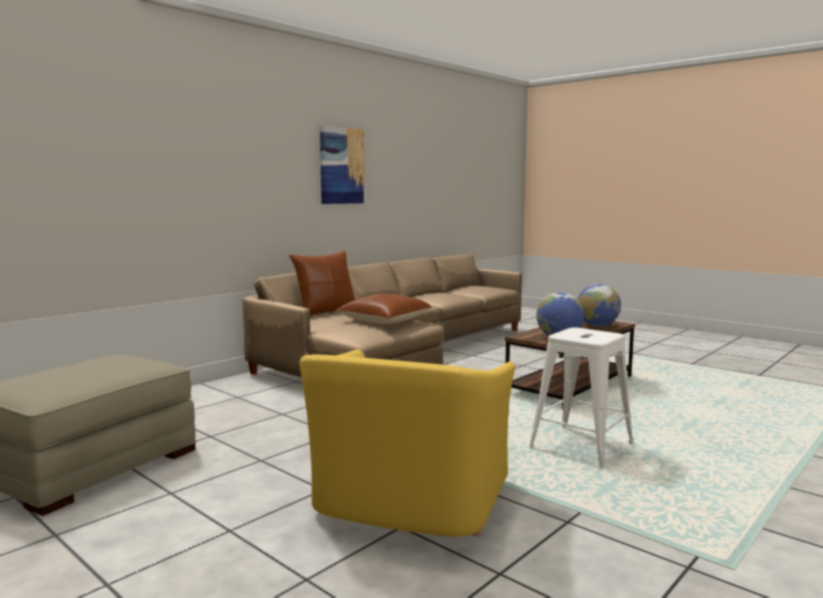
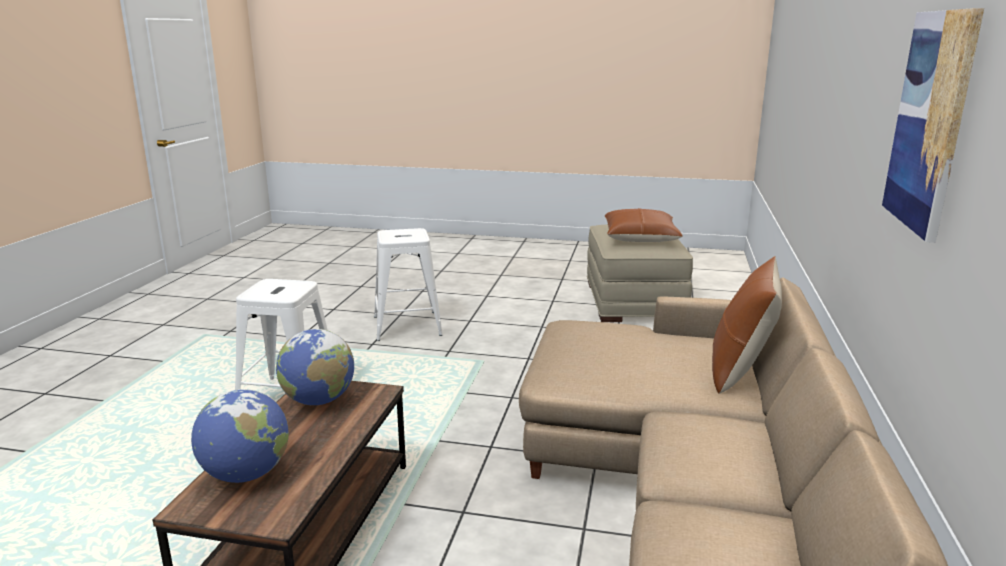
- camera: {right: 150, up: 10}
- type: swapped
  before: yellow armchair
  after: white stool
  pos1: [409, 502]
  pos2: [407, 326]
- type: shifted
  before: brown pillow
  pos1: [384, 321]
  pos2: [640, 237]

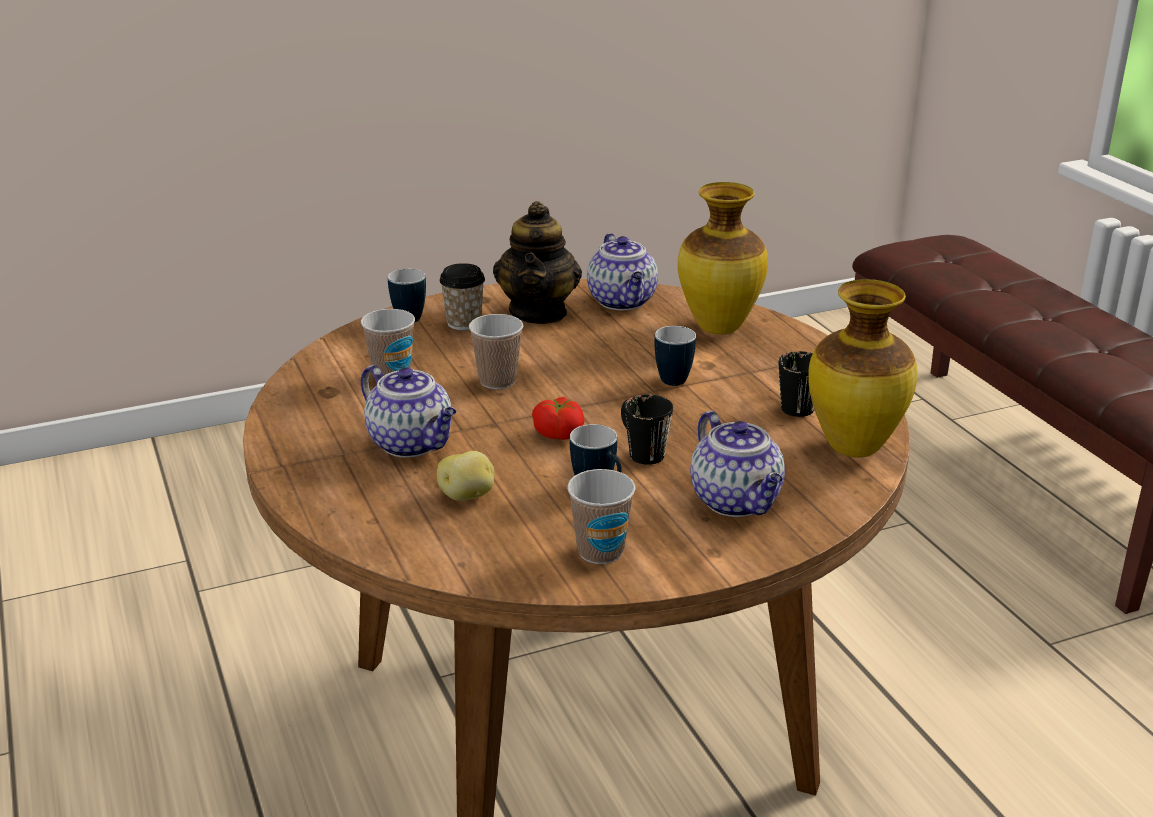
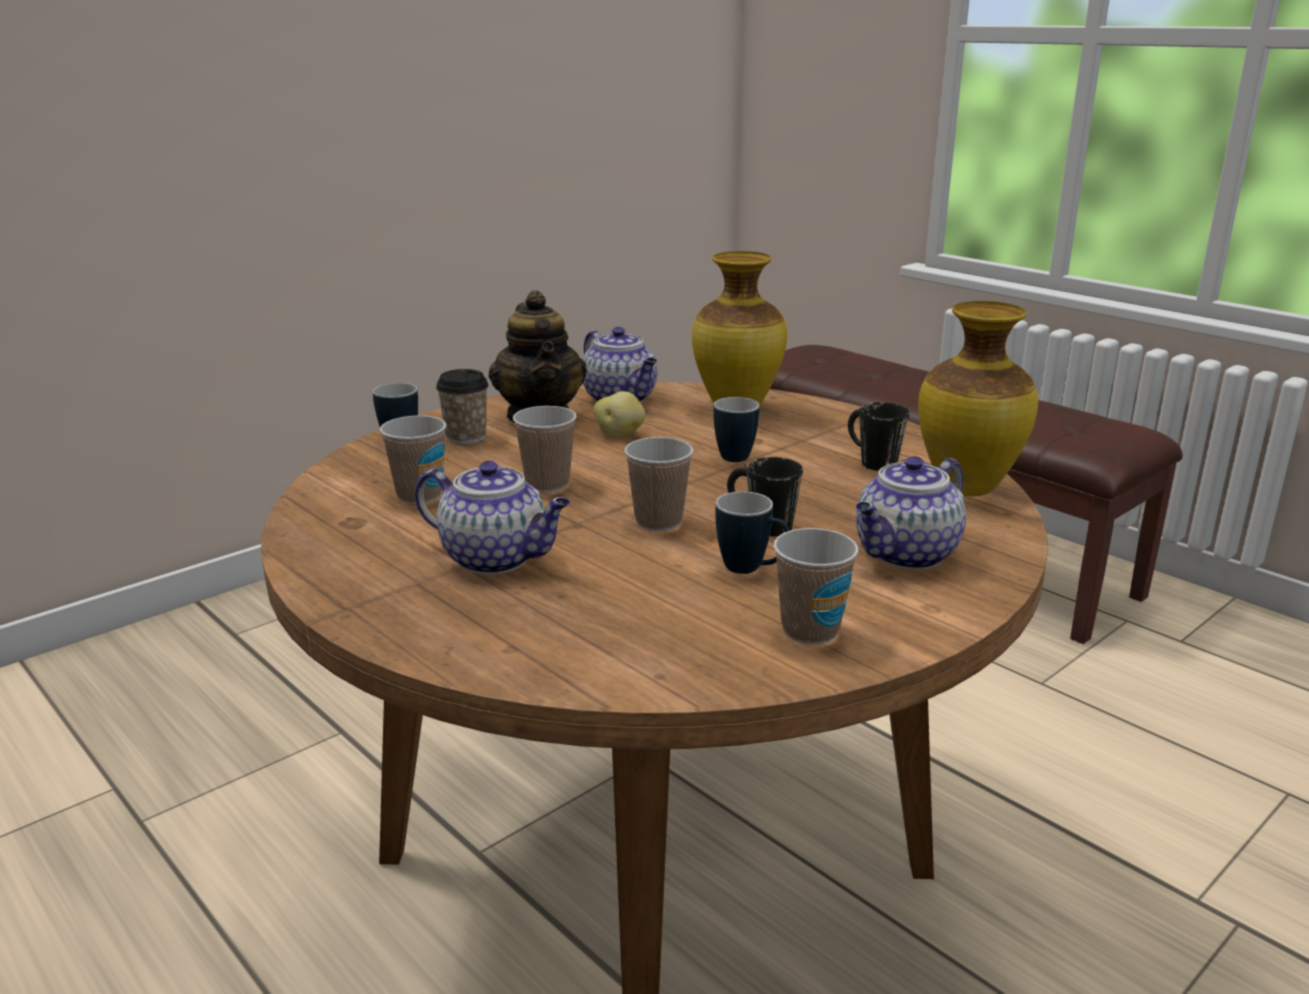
- camera: {right: -20, up: -5}
- type: shifted
  before: potato
  pos1: [468, 496]
  pos2: [620, 434]
- type: swapped
  before: tomato
  after: cup
  pos1: [560, 433]
  pos2: [658, 521]
- type: rotated
  before: teapot
  pos1: [737, 502]
  pos2: [906, 555]
  turn: 90

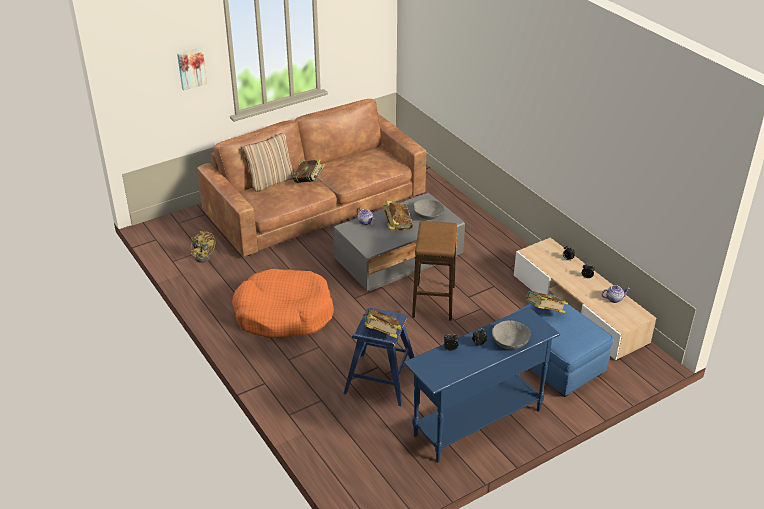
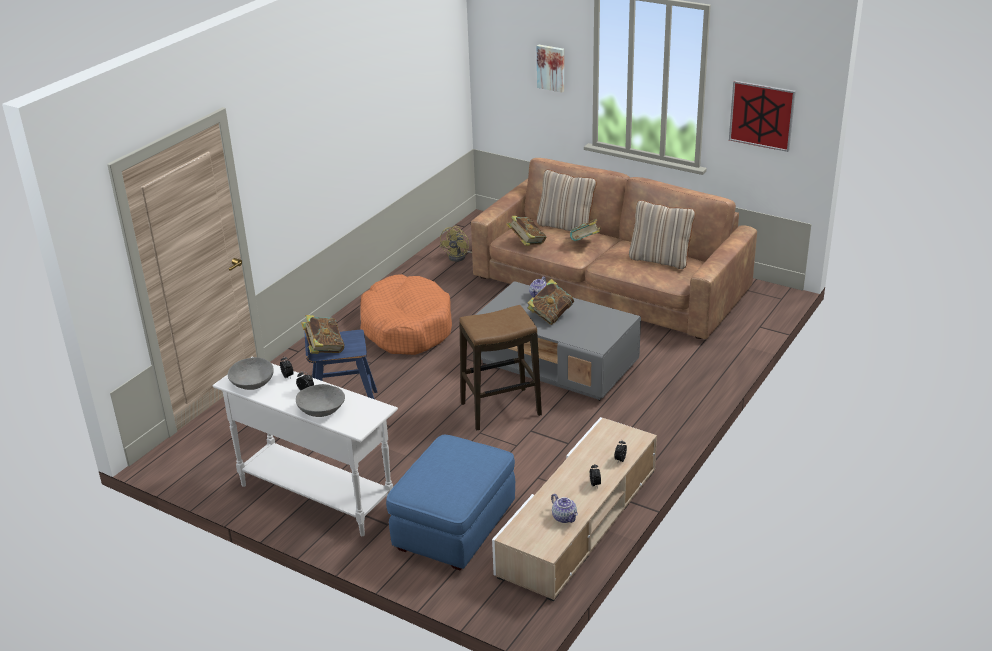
- camera: {right: 65, up: -5}
- type: repainted
  before: blue console table
  after: white console table
  pos1: [477, 422]
  pos2: [316, 495]
- type: shifted
  before: grey bowl
  pos1: [428, 215]
  pos2: [252, 383]
- type: shifted
  before: book
  pos1: [544, 312]
  pos2: [526, 243]
- type: new
  after: beige pillow
  pos2: [660, 259]
- type: new
  after: picture
  pos2: [761, 115]

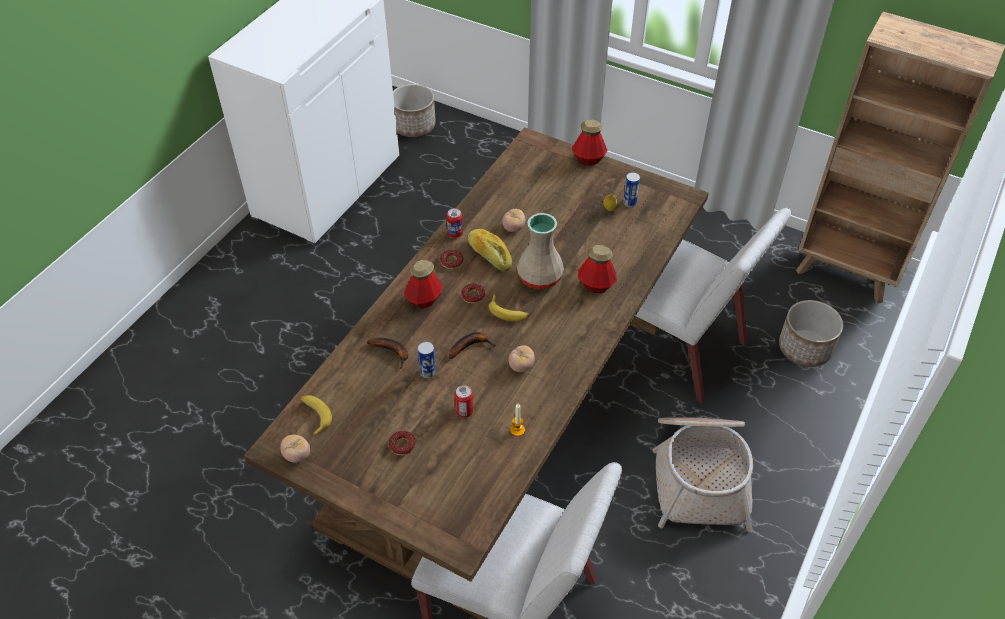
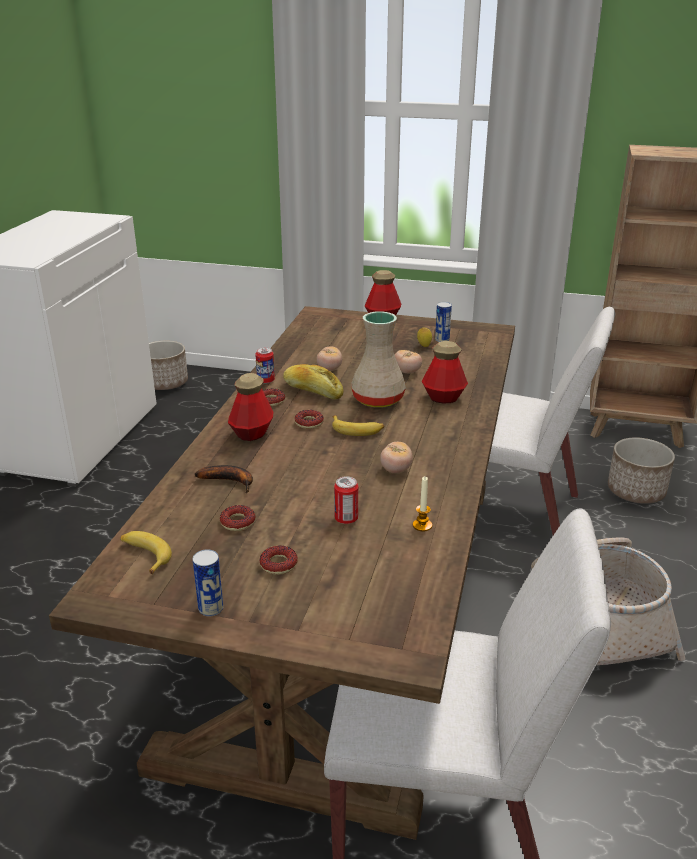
- camera: {right: -15, up: -20}
- type: shifted
  before: tomato
  pos1: [297, 455]
  pos2: [407, 372]
- type: shifted
  before: can
  pos1: [428, 373]
  pos2: [211, 608]
- type: gone
  before: banana
  pos1: [470, 346]
- type: new
  after: donut
  pos2: [237, 522]

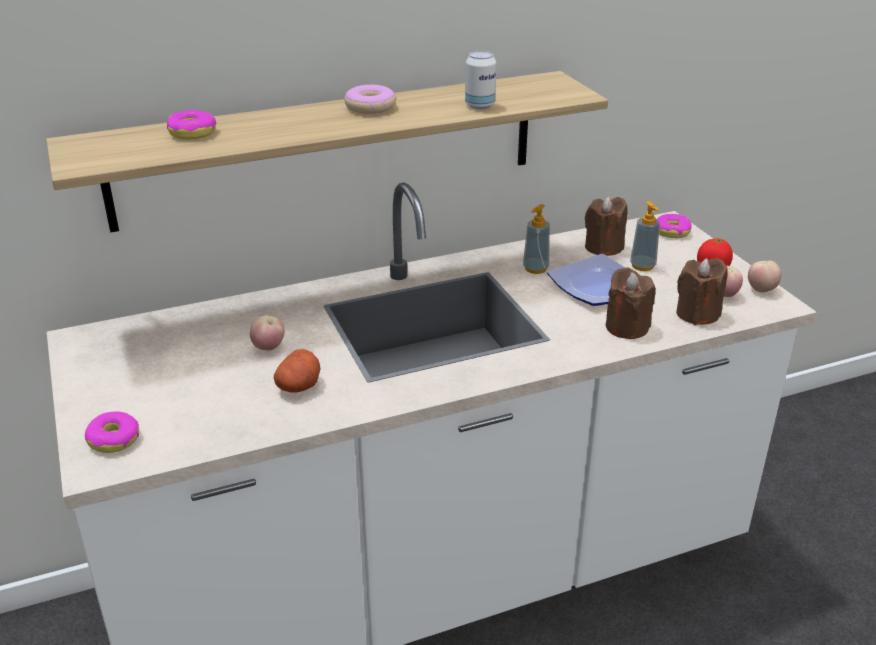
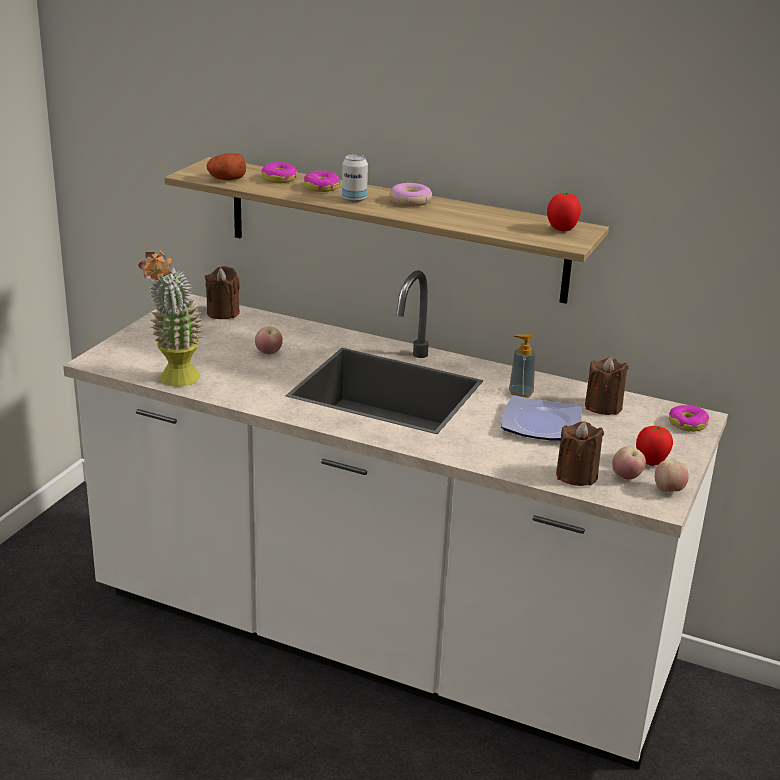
- camera: {right: 45, up: -5}
- type: shifted
  before: donut
  pos1: [114, 439]
  pos2: [321, 187]
- type: shifted
  before: potato
  pos1: [299, 386]
  pos2: [226, 179]
- type: shifted
  before: can
  pos1: [479, 105]
  pos2: [354, 199]
- type: shifted
  before: brown candle
  pos1: [626, 327]
  pos2: [223, 313]
- type: gone
  before: soap dispenser
  pos1: [642, 266]
- type: new
  after: potted plant
  pos2: [175, 382]
- type: new
  after: tomato
  pos2: [562, 230]

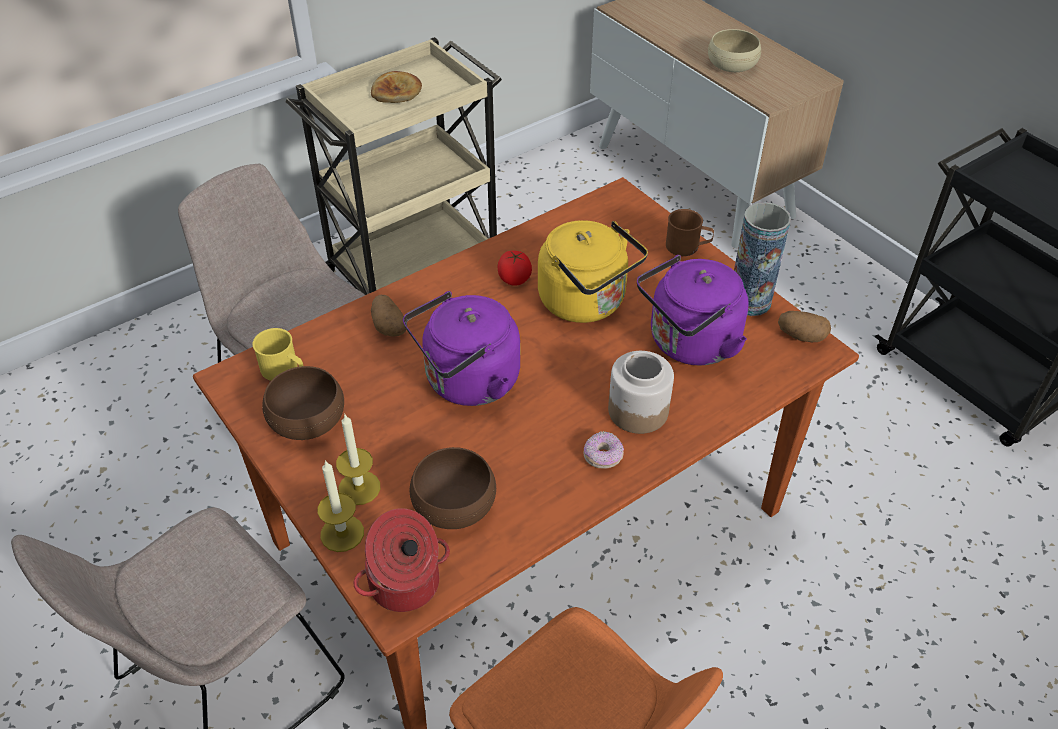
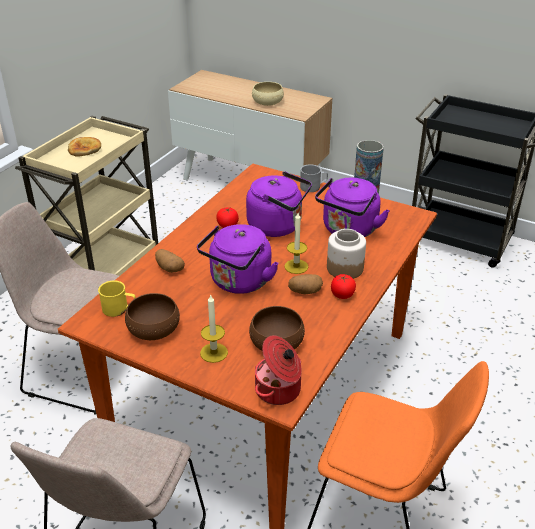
- camera: {right: -25, up: -10}
- type: shifted
  before: candle
  pos1: [342, 533]
  pos2: [296, 266]
- type: repainted
  before: yellow kettle
  after: purple kettle
  pos1: [587, 303]
  pos2: [278, 226]
- type: swapped
  before: donut
  after: tomato
  pos1: [603, 457]
  pos2: [342, 295]
- type: repainted
  before: brown mug
  after: grey mug
  pos1: [687, 246]
  pos2: [313, 187]
- type: shifted
  before: potato
  pos1: [801, 336]
  pos2: [305, 291]

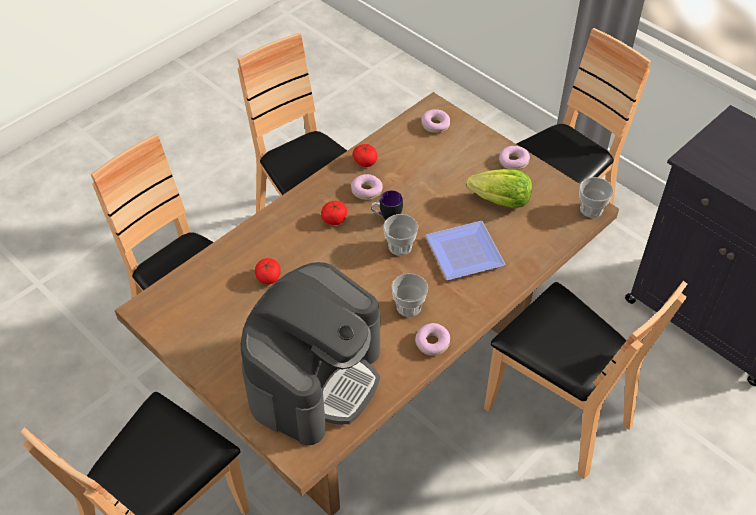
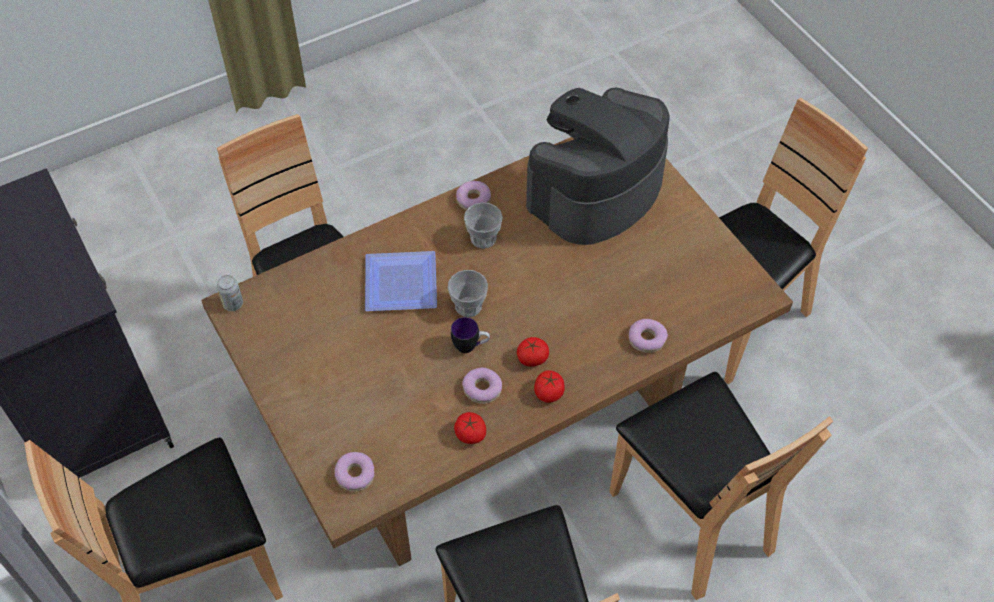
- camera: {right: -165, up: 5}
- type: shifted
  before: tomato
  pos1: [268, 277]
  pos2: [549, 392]
- type: gone
  before: lettuce
  pos1: [501, 201]
- type: shifted
  before: donut
  pos1: [513, 161]
  pos2: [647, 339]
- type: swapped
  before: cup
  after: can
  pos1: [591, 209]
  pos2: [233, 304]

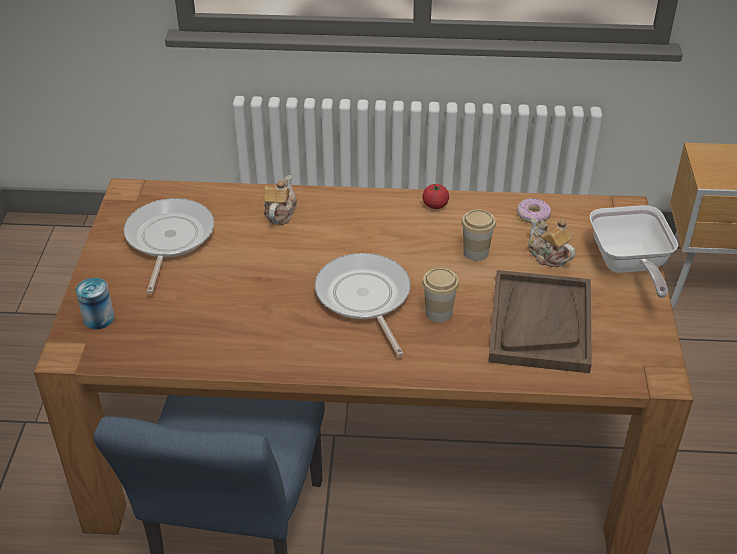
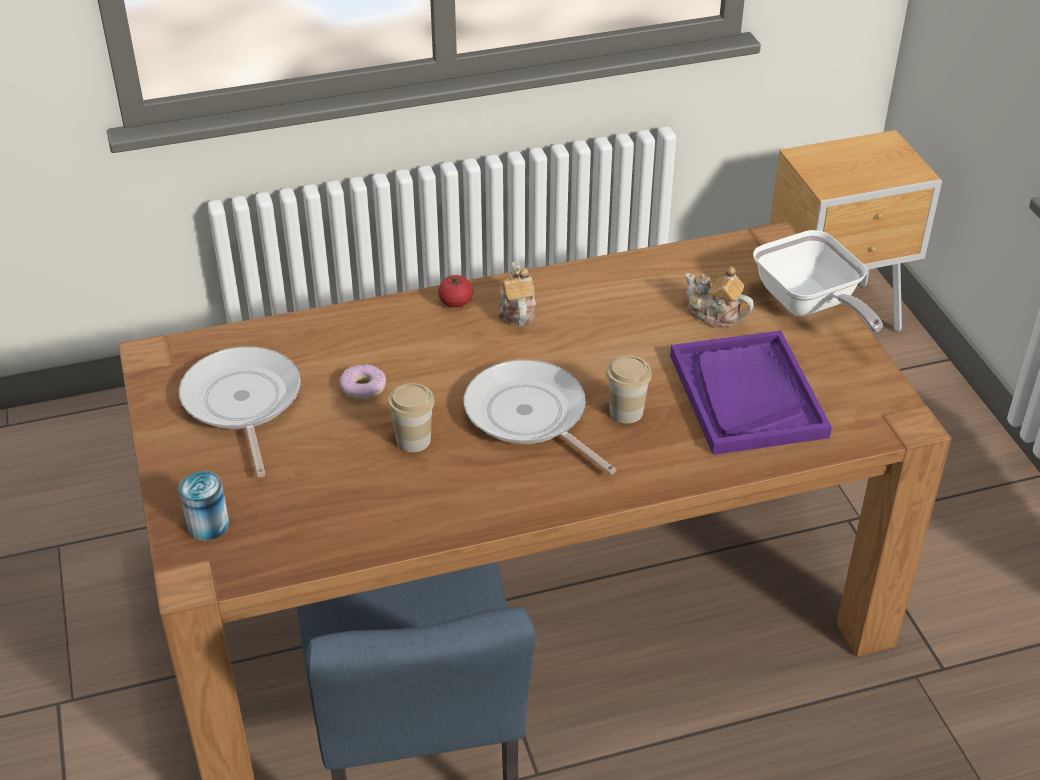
- camera: {right: -20, up: 0}
- type: shifted
  before: teapot
  pos1: [280, 213]
  pos2: [516, 311]
- type: shifted
  before: tomato
  pos1: [435, 205]
  pos2: [455, 302]
- type: shifted
  before: cup
  pos1: [476, 252]
  pos2: [413, 440]
- type: repainted
  before: brown tray
  after: purple tray
  pos1: [540, 323]
  pos2: [746, 395]
- type: shifted
  before: donut
  pos1: [533, 215]
  pos2: [363, 388]

